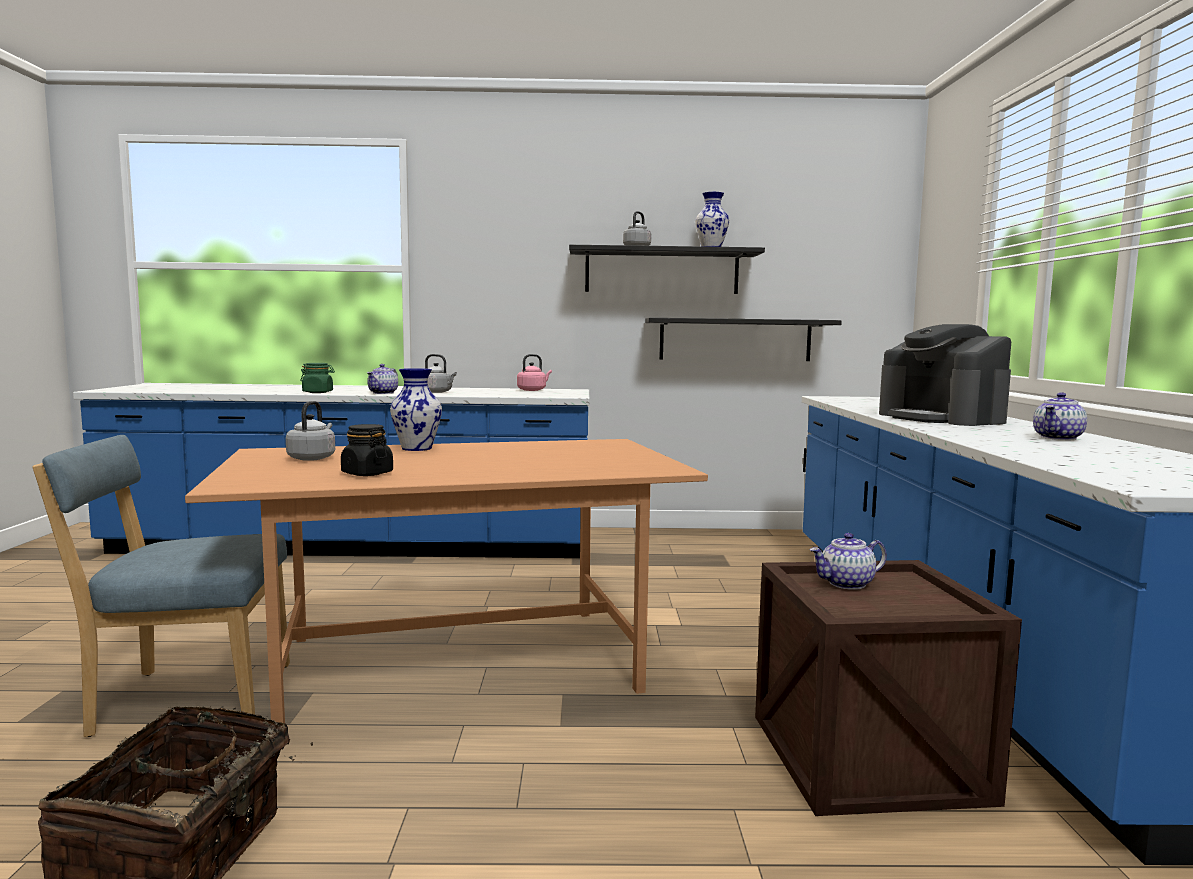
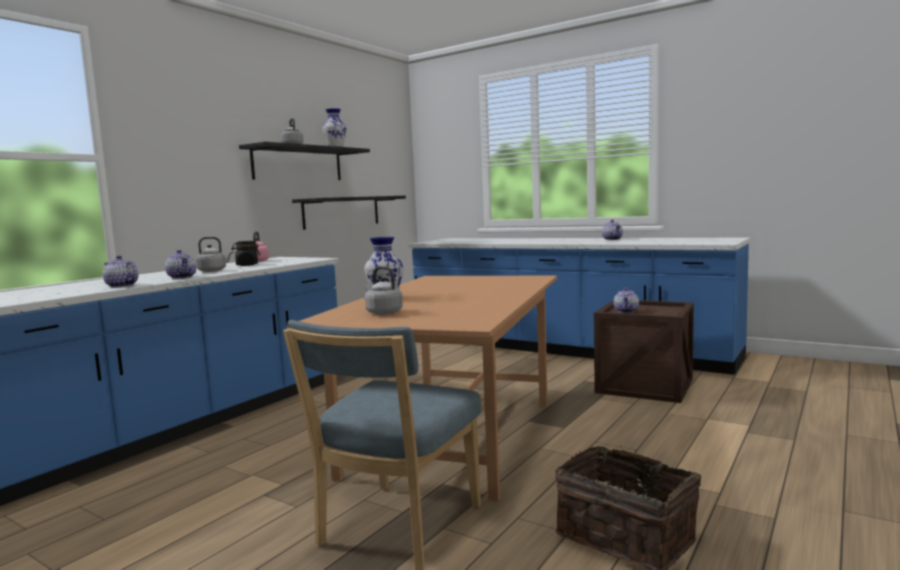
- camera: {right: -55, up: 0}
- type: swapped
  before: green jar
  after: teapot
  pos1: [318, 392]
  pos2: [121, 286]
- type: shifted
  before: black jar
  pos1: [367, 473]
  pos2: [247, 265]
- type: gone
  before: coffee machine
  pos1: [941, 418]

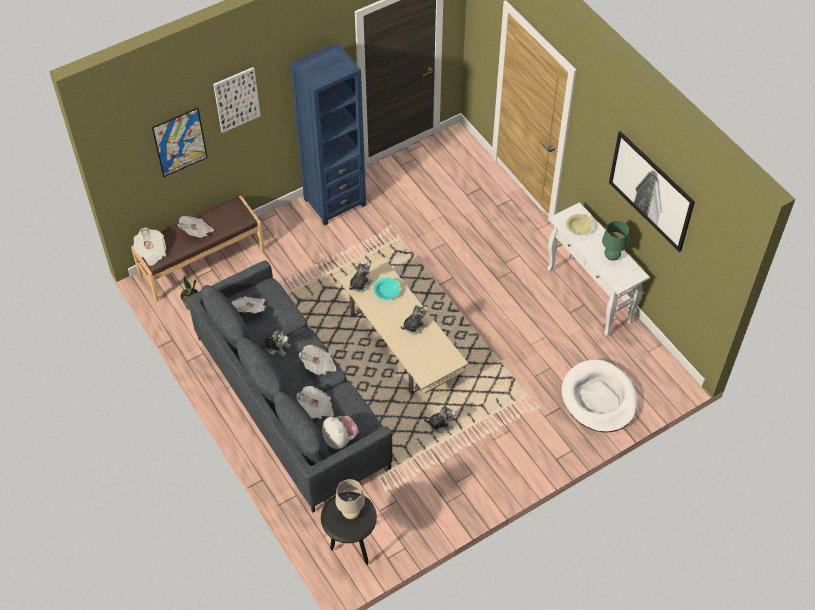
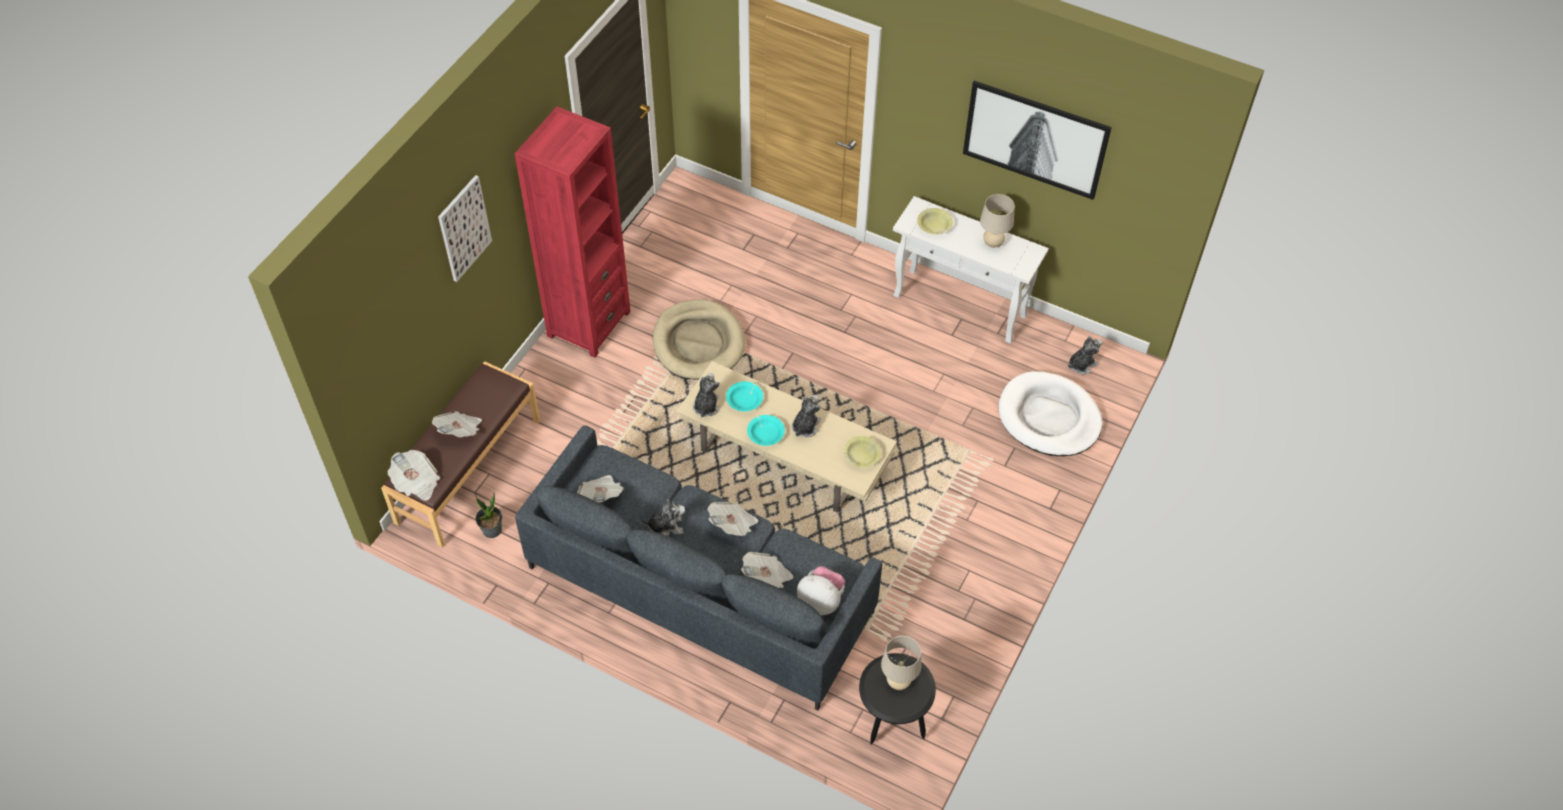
- camera: {right: -30, up: 0}
- type: gone
  before: picture
  pos1: [180, 142]
- type: repainted
  before: blue bookcase
  after: red bookcase
  pos1: [334, 202]
  pos2: [588, 323]
- type: shifted
  before: plush toy
  pos1: [440, 424]
  pos2: [1081, 364]
- type: repainted
  before: green table lamp
  after: beige table lamp
  pos1: [611, 257]
  pos2: [993, 243]
- type: new
  after: beige dog bed
  pos2: [698, 343]
- type: new
  after: turquoise bowl
  pos2: [766, 434]
- type: new
  after: yellow bowl
  pos2: [861, 455]

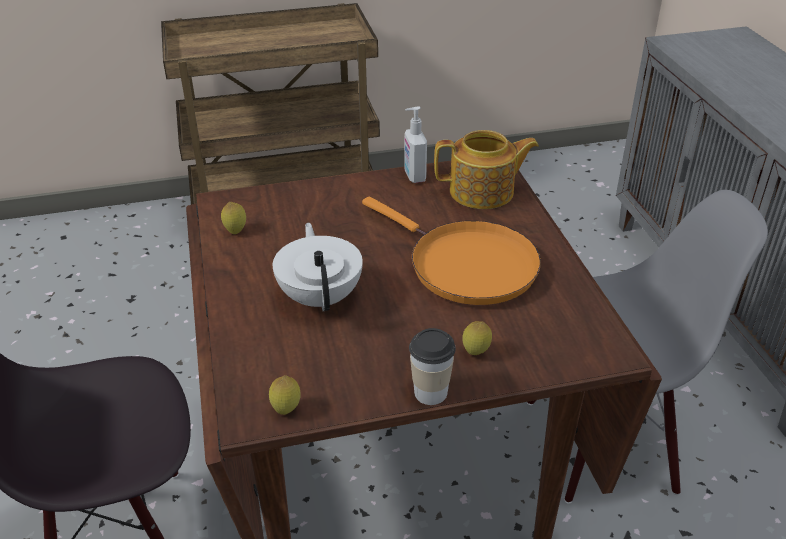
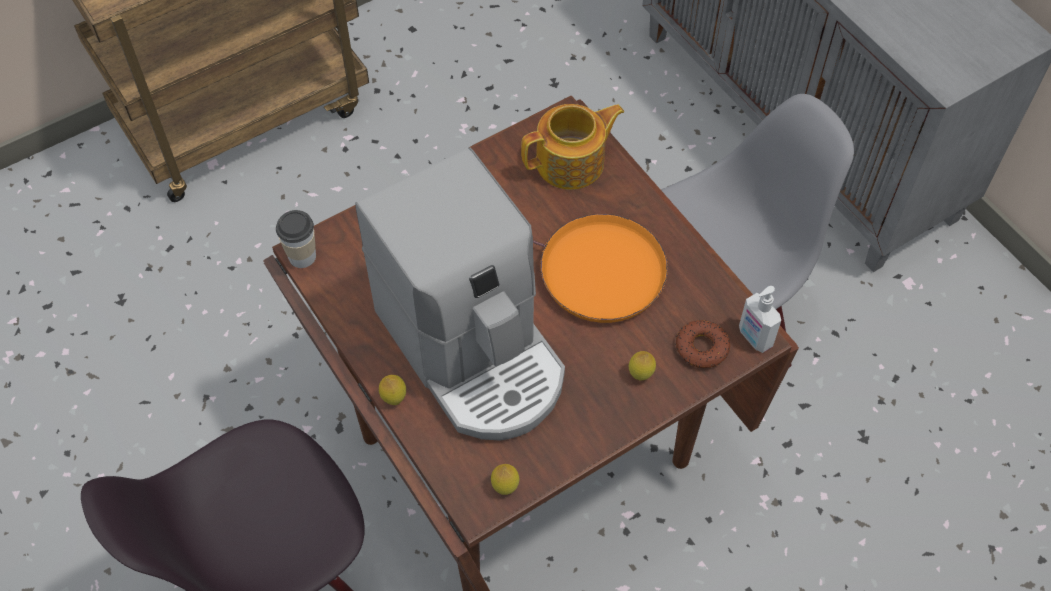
- camera: {right: -20, up: 20}
- type: shifted
  before: lemon
  pos1: [235, 231]
  pos2: [394, 398]
- type: swapped
  before: white teapot
  after: coffee machine
  pos1: [321, 297]
  pos2: [474, 351]
- type: shifted
  before: soap dispenser
  pos1: [414, 176]
  pos2: [754, 338]
- type: shifted
  before: cup
  pos1: [430, 392]
  pos2: [302, 256]
- type: new
  after: donut
  pos2: [701, 347]

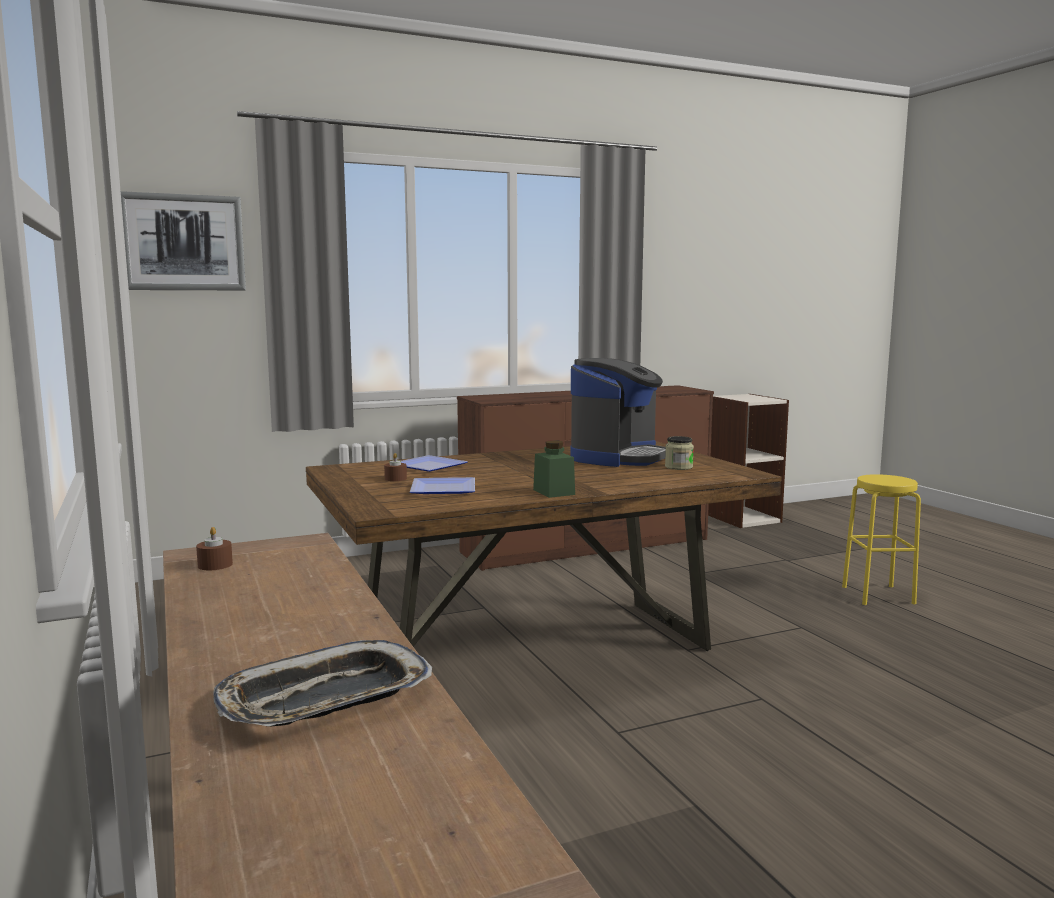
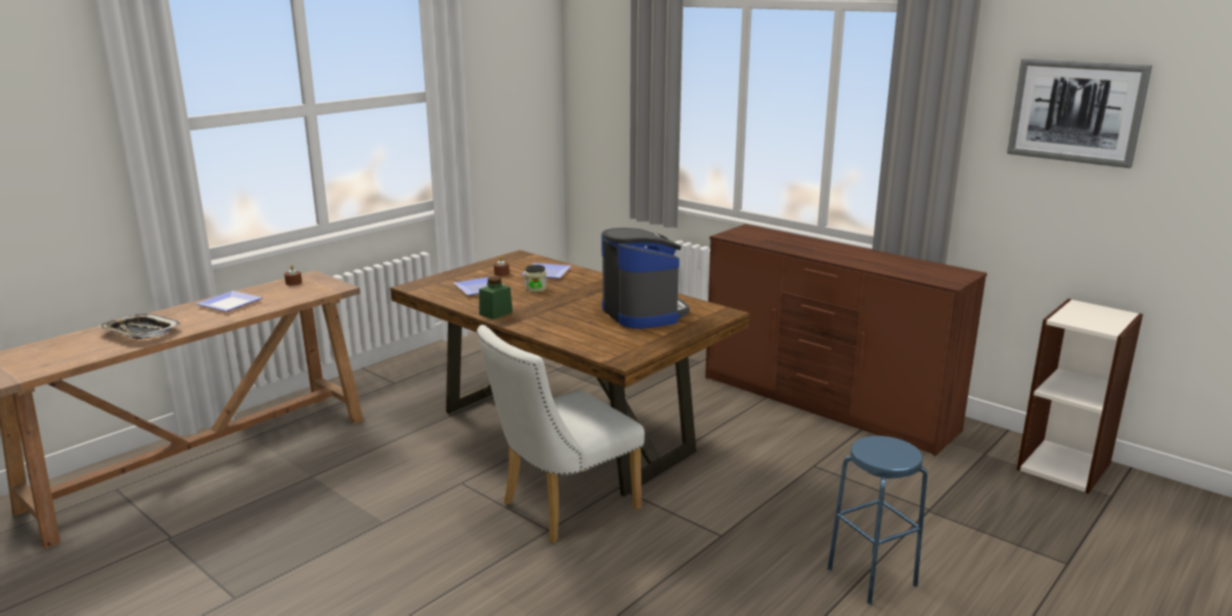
- camera: {right: 65, up: 10}
- type: shifted
  before: picture
  pos1: [183, 242]
  pos2: [1076, 111]
- type: rotated
  before: coffee machine
  pos1: [618, 457]
  pos2: [643, 313]
  turn: -120
- type: shifted
  before: jar
  pos1: [678, 467]
  pos2: [535, 289]
- type: repainted
  before: yellow stool
  after: blue stool
  pos1: [878, 595]
  pos2: [872, 577]
- type: new
  after: plate
  pos2: [232, 303]
- type: new
  after: white chair
  pos2: [561, 509]

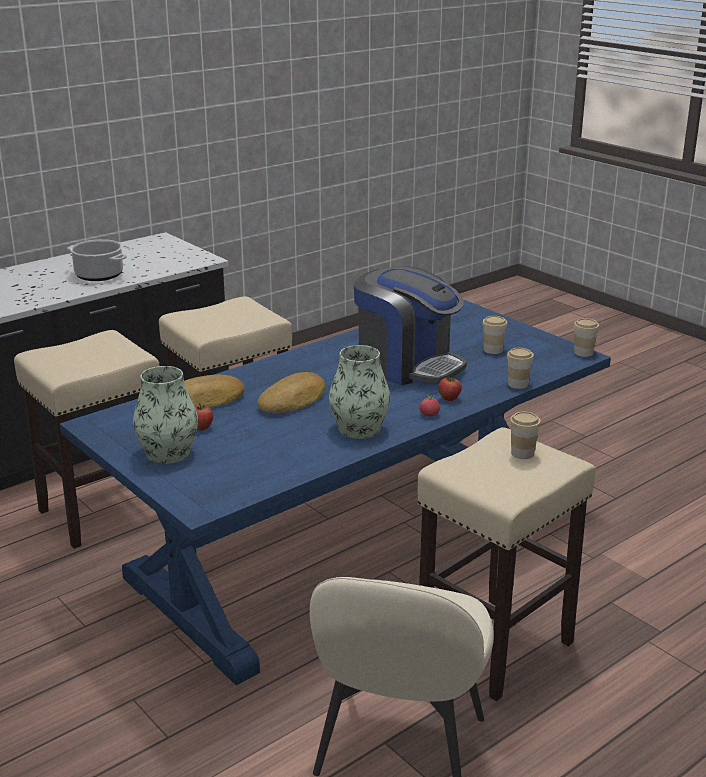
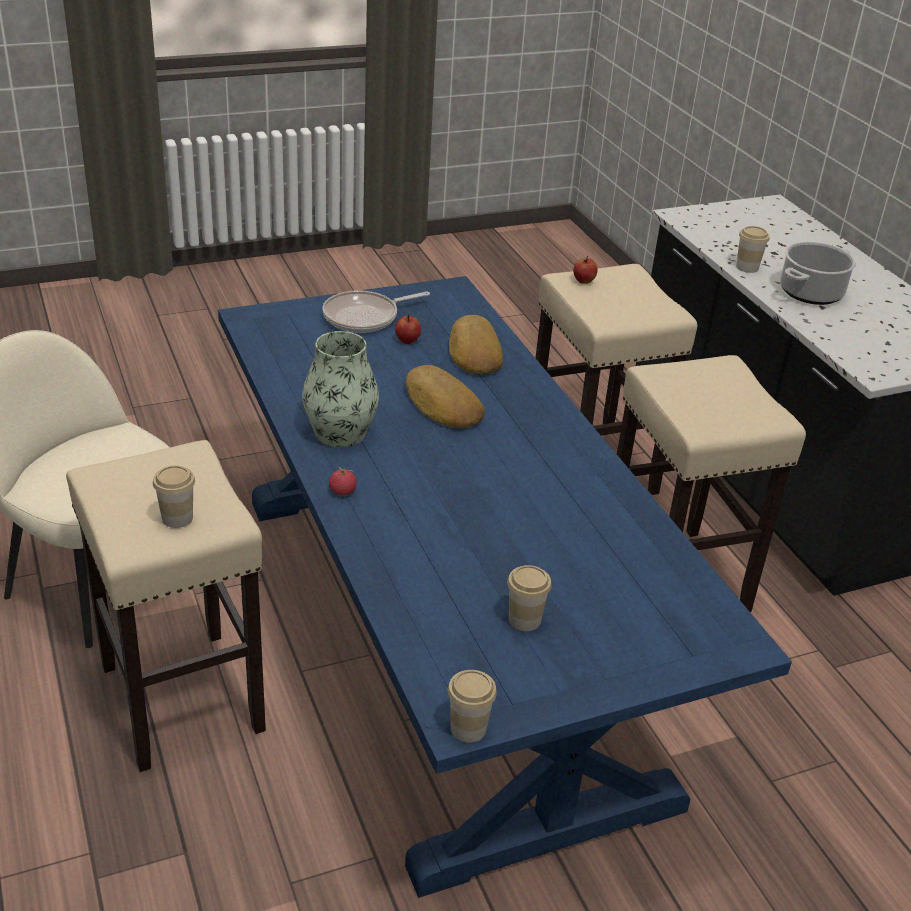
- camera: {right: 105, up: 10}
- type: swapped
  before: vase
  after: frying pan
  pos1: [168, 452]
  pos2: [365, 317]
- type: gone
  before: coffee machine
  pos1: [407, 365]
- type: shifted
  before: apple
  pos1: [449, 398]
  pos2: [583, 281]
- type: shifted
  before: cup
  pos1: [518, 384]
  pos2: [747, 267]

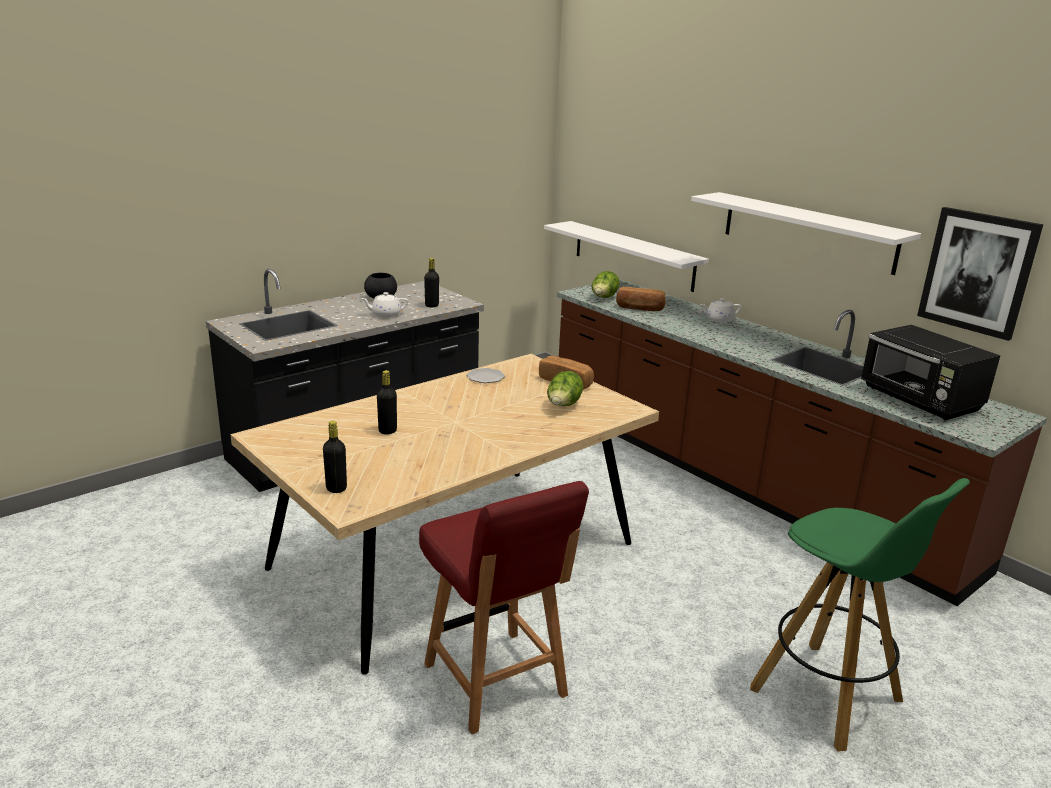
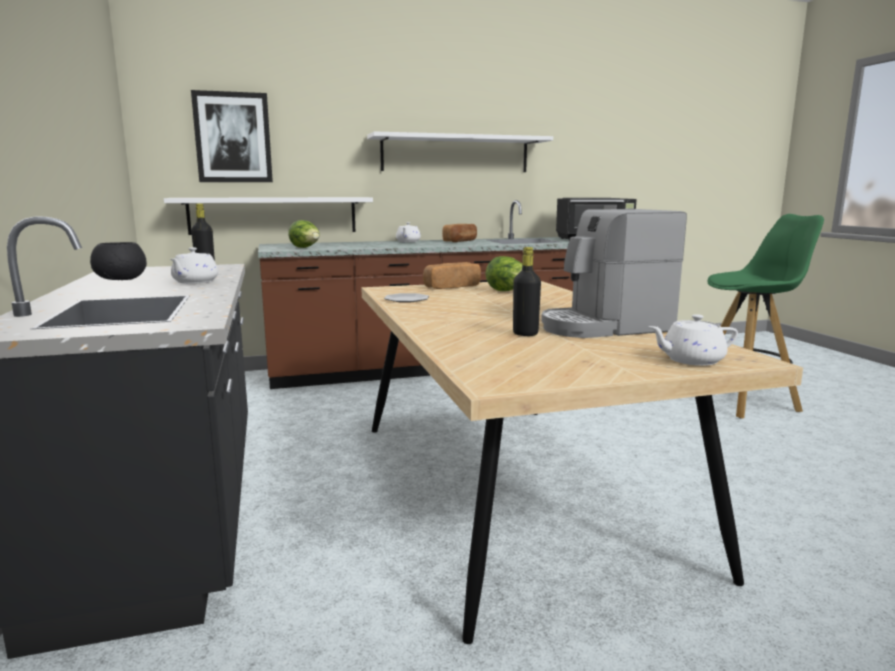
- camera: {right: -65, up: -10}
- type: swapped
  before: black bottle
  after: white teapot
  pos1: [336, 488]
  pos2: [691, 360]
- type: gone
  before: red chair
  pos1: [496, 682]
- type: shifted
  before: bread
  pos1: [640, 308]
  pos2: [461, 241]
- type: shifted
  before: picture
  pos1: [977, 272]
  pos2: [233, 138]
- type: new
  after: coffee machine
  pos2: [604, 327]

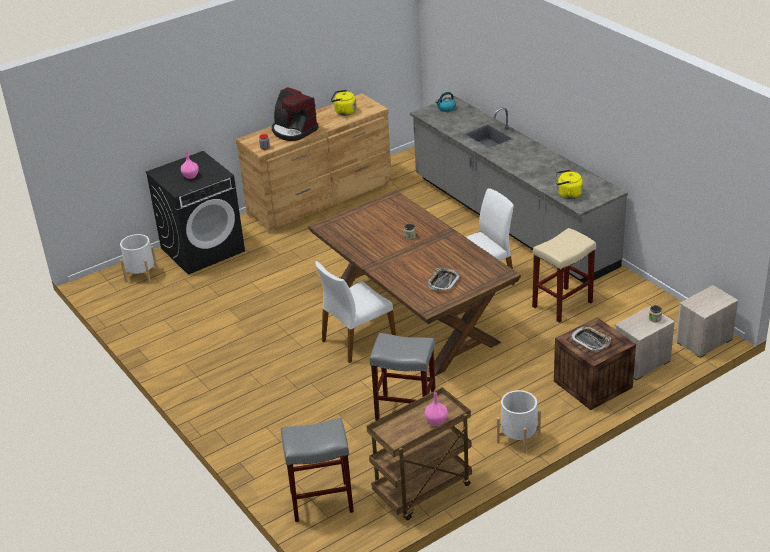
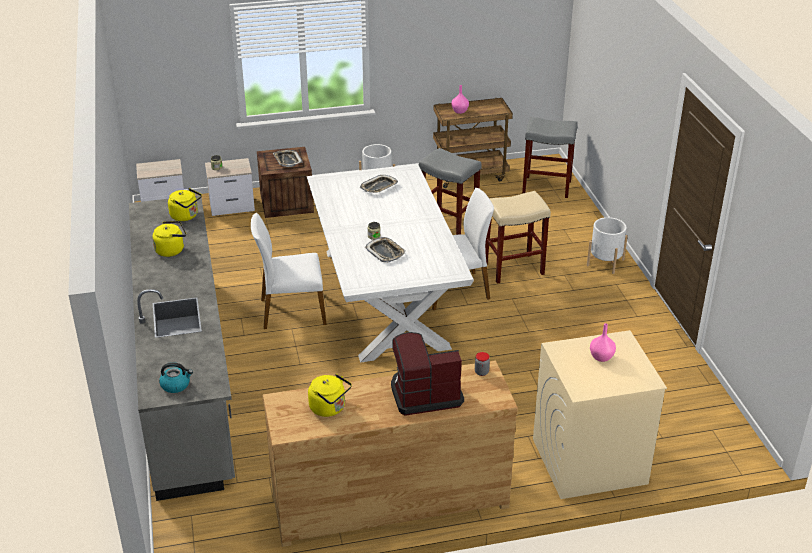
- camera: {right: -160, up: 0}
- type: shifted
  before: white planter
  pos1: [141, 275]
  pos2: [605, 262]
- type: repainted
  before: black washing machine
  after: beige washing machine
  pos1: [203, 249]
  pos2: [588, 461]
- type: rotated
  before: coffee machine
  pos1: [293, 130]
  pos2: [424, 394]
  turn: -75
- type: repainted
  before: brown dining table
  after: white dining table
  pos1: [414, 316]
  pos2: [384, 297]
- type: shifted
  before: beige stool
  pos1: [562, 304]
  pos2: [512, 269]
- type: new
  after: yellow kettle
  pos2: [171, 250]
- type: new
  after: tray
  pos2: [385, 252]

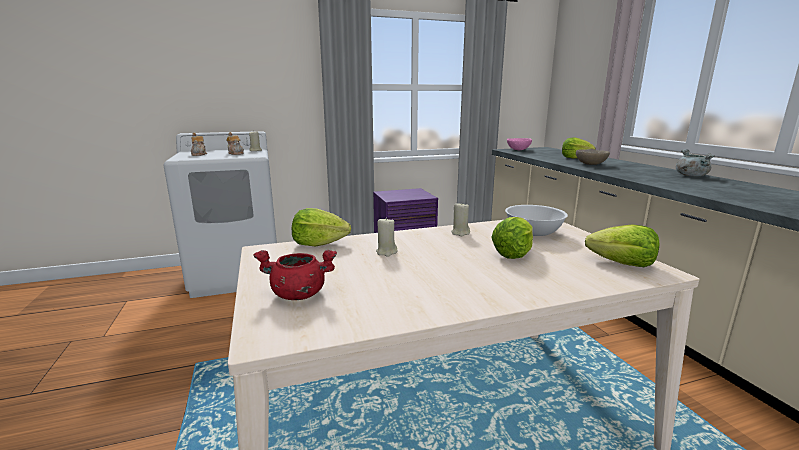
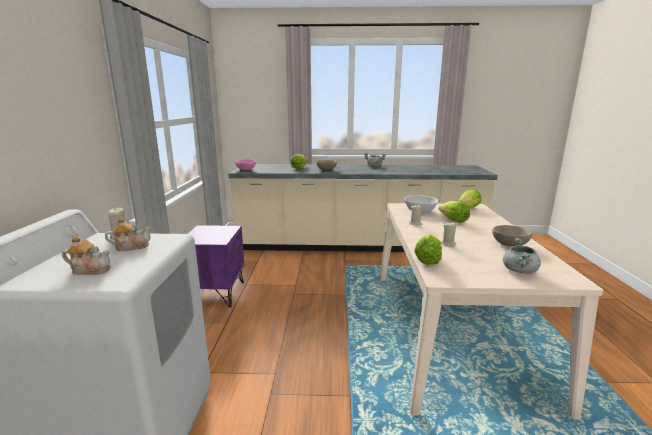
- camera: {right: -70, up: 0}
- type: repainted
  before: red cooking pot
  after: grey cooking pot
  pos1: [298, 294]
  pos2: [519, 271]
- type: new
  after: beige bowl
  pos2: [510, 244]

